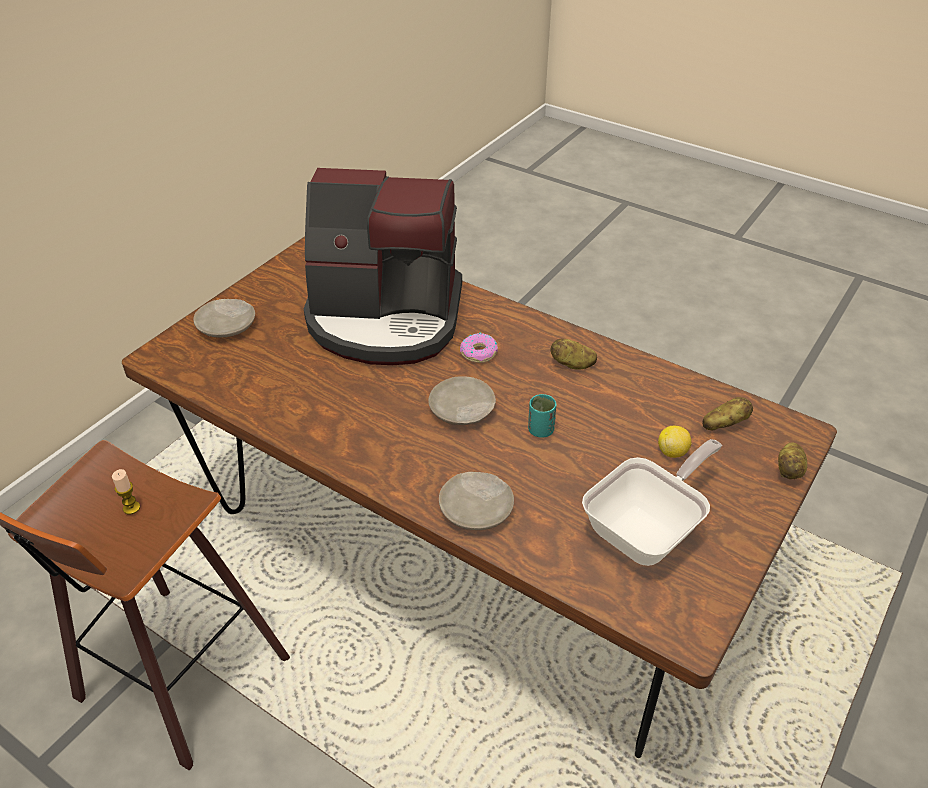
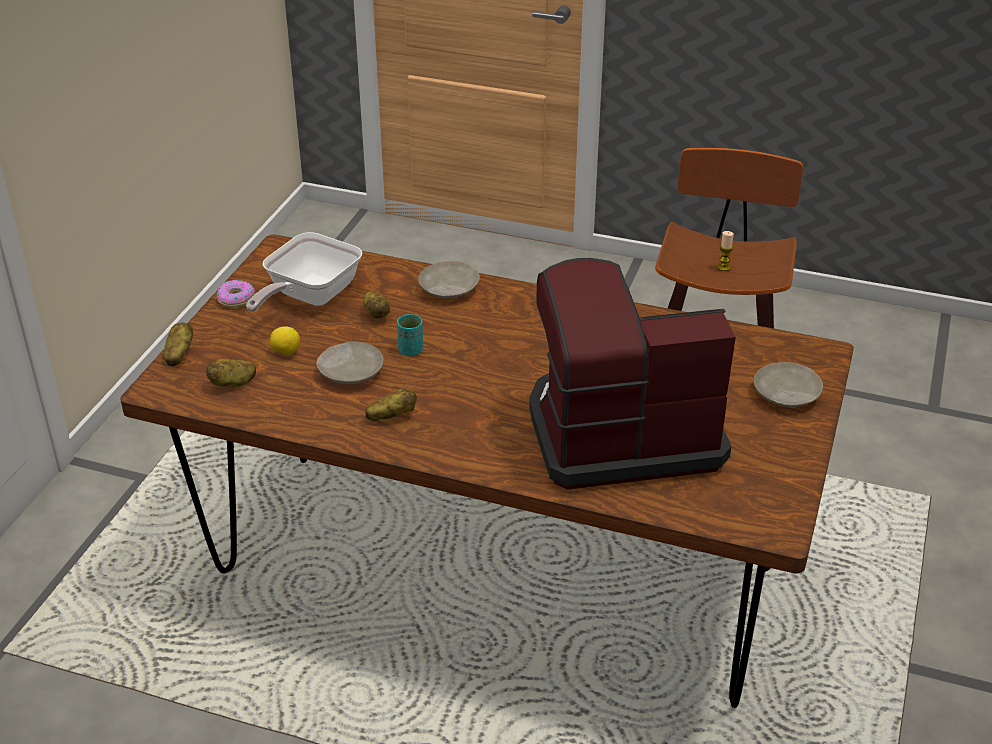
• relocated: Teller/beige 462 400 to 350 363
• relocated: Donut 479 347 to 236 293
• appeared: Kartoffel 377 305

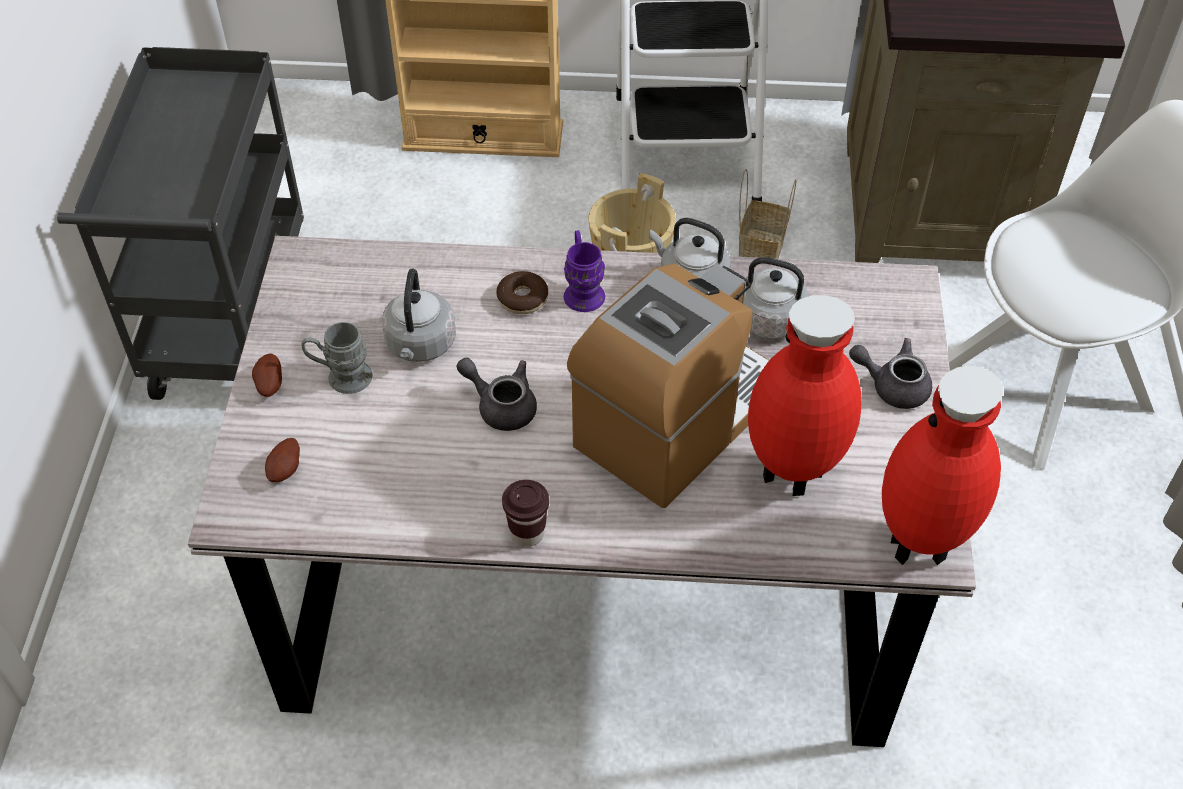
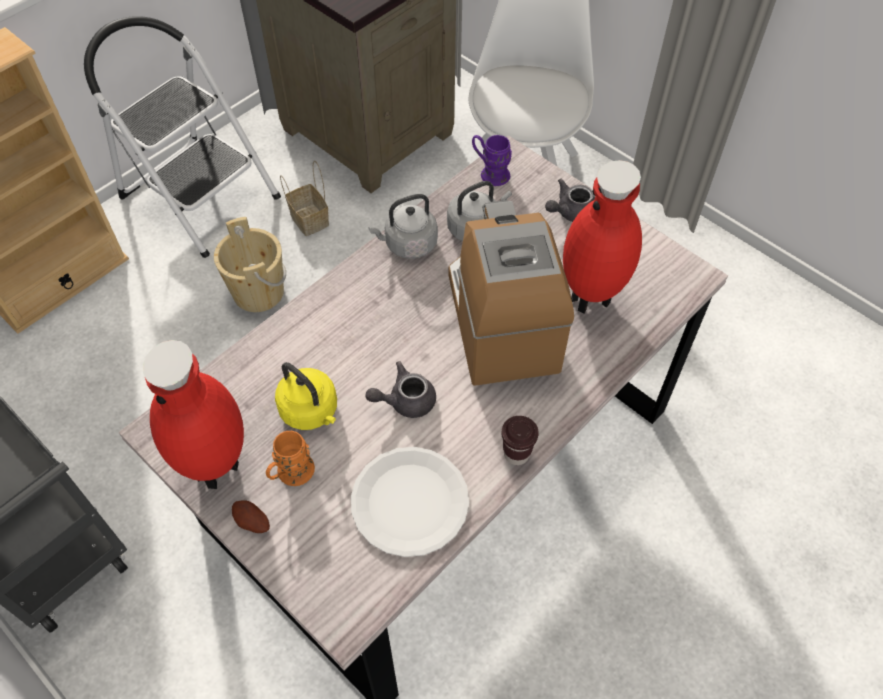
• missing: Kartoffel 282 460
• colour: Henkelbecher/grau 337 358 to Henkelbecher/orange 290 458
• colour: Wasserkessel/grau 419 315 to Wasserkessel/gelb 306 396
• missing: Donut 522 292
• relocated: Henkelbecher/lila 584 271 to 492 160
• relocated: Vase/rot 942 465 to 193 414
• appeared: Teller/weiß 410 502

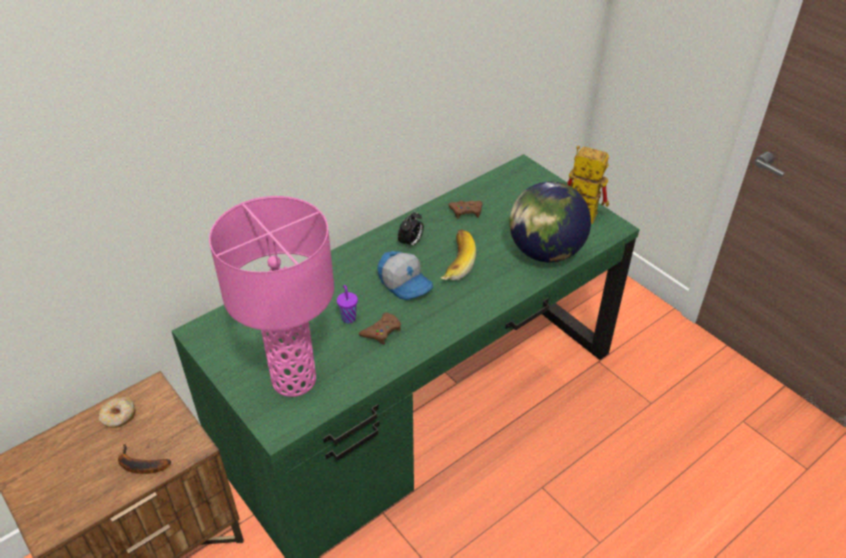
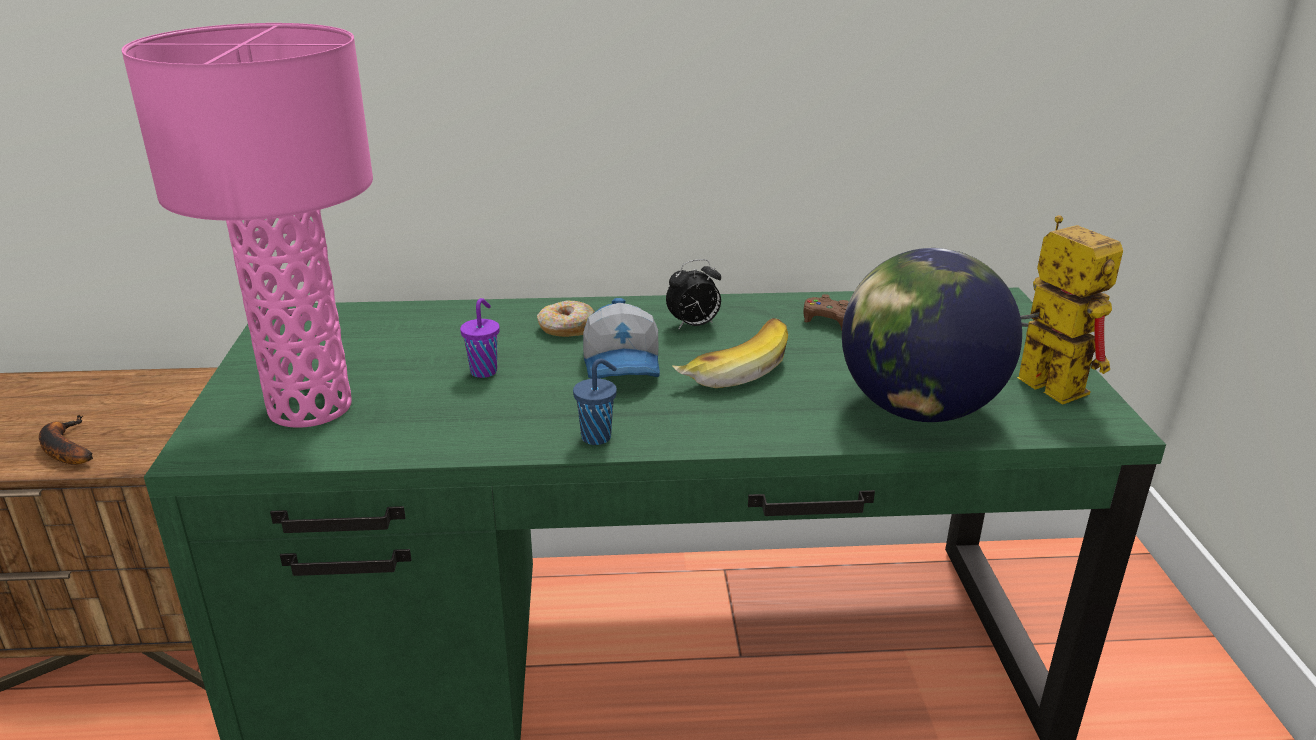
• relocated: Donut 117 412 to 566 319
• missing: Gamepad/braun 380 329
• appeared: Tasse/blau 595 402

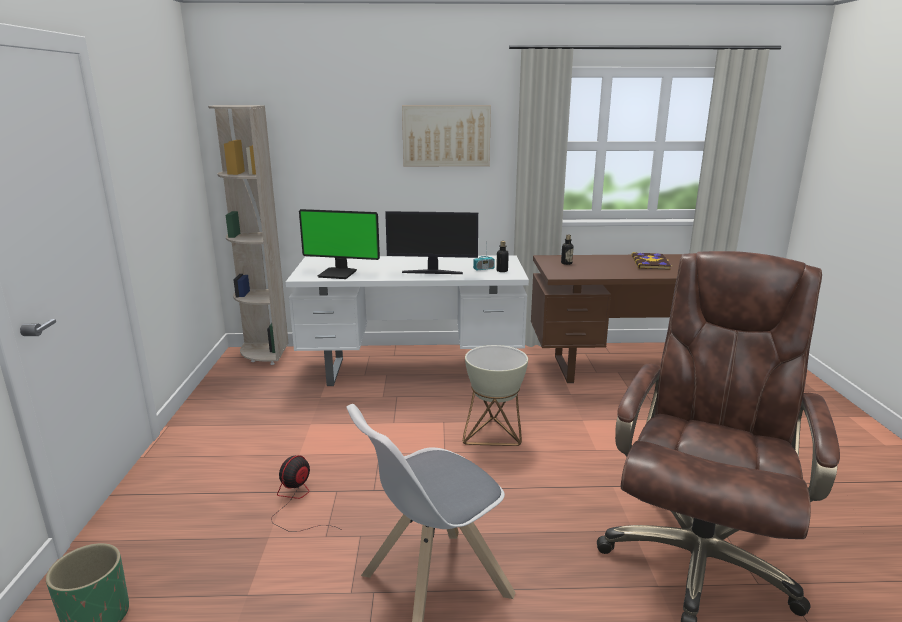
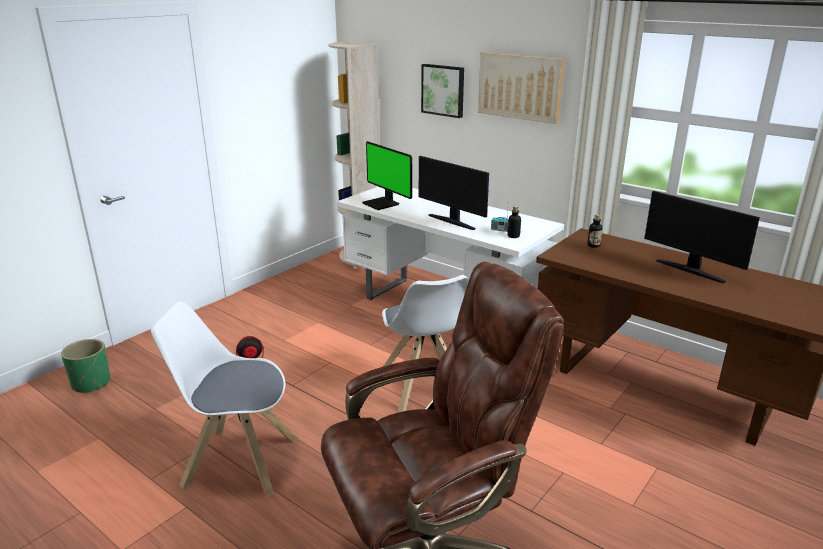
• exchanged: Pflanzkübel 495 395 to Stuhl 425 343
• exchanged: Buch 652 261 to Monitor 702 237
• appeared: Bild 442 91

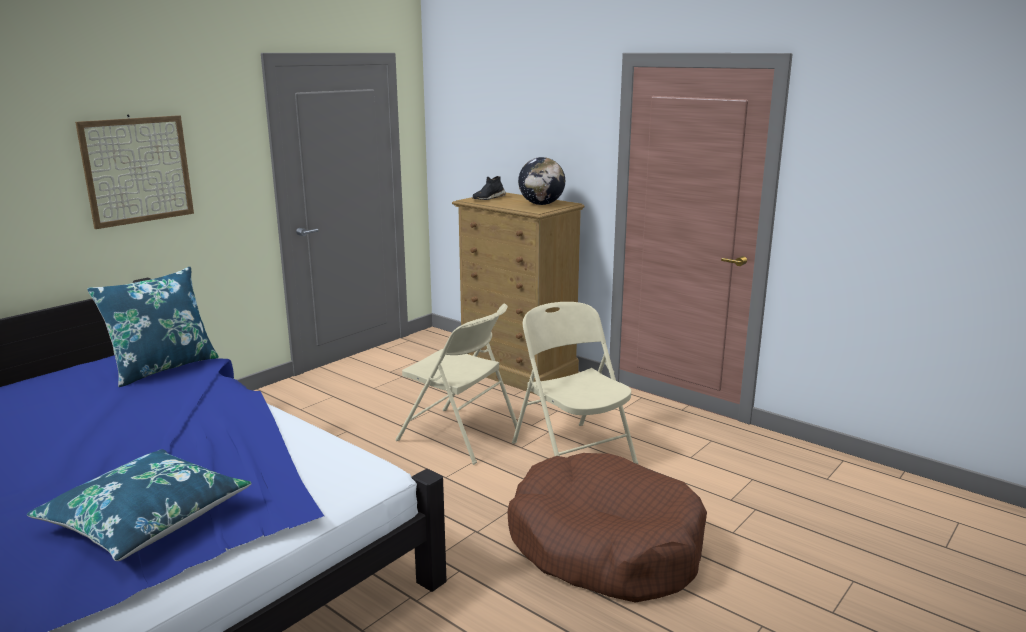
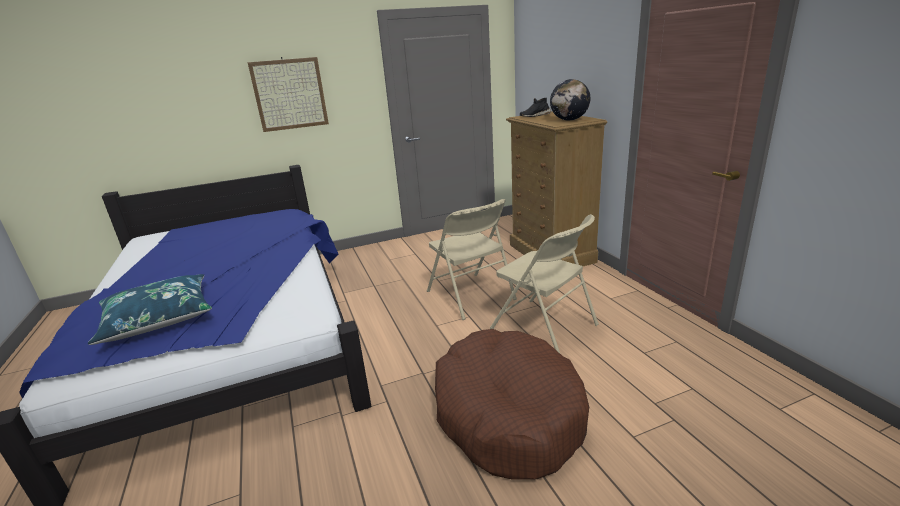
• missing: Kissen/blau 153 327
• spun: Stuhl/beige 575 383 = 544 283 135 degrees clockwise

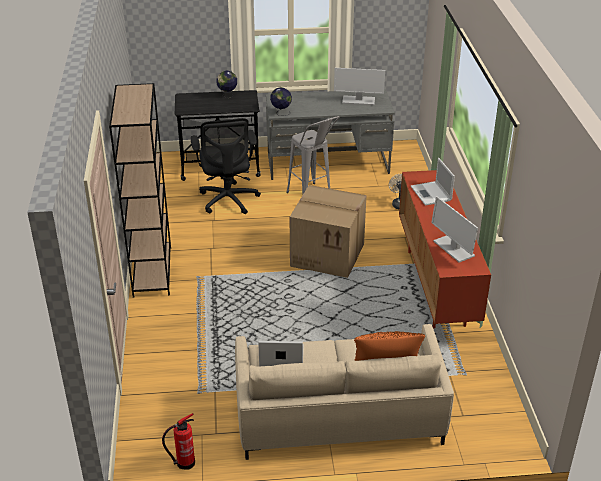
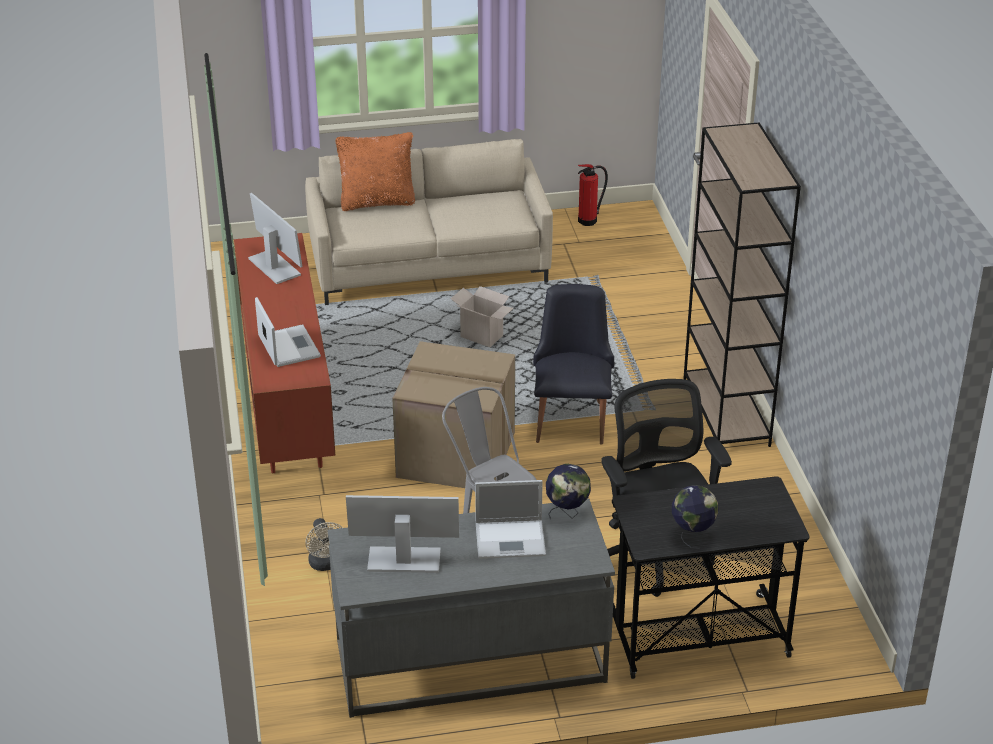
• relocated: Laptop 280 353 to 510 519
• appeared: Karton 482 316
• appeared: Stuhl/schwarz 573 364

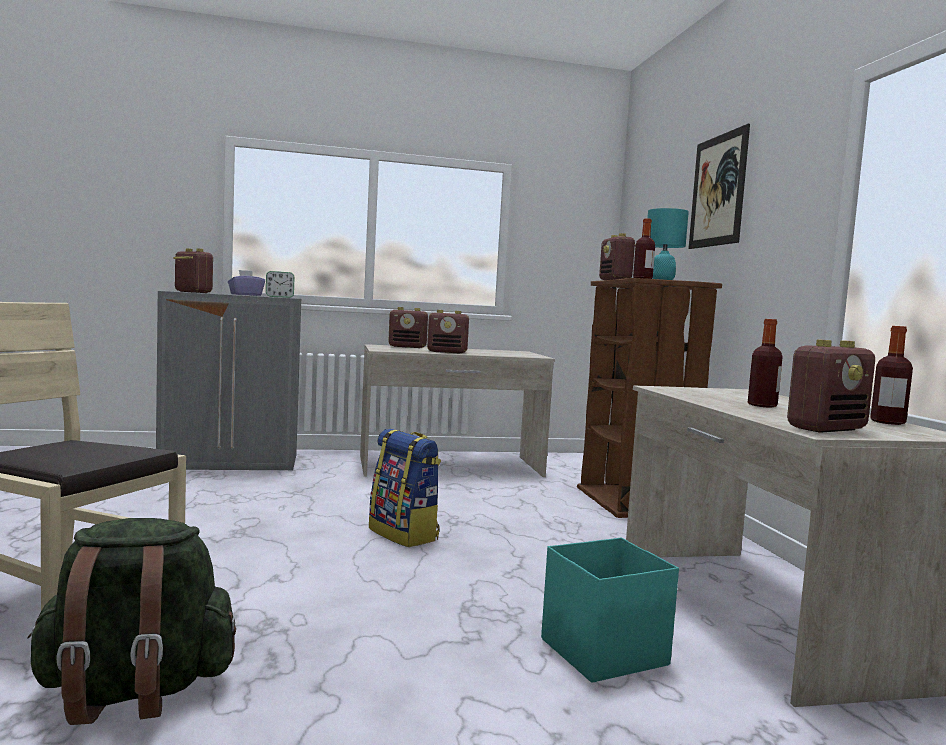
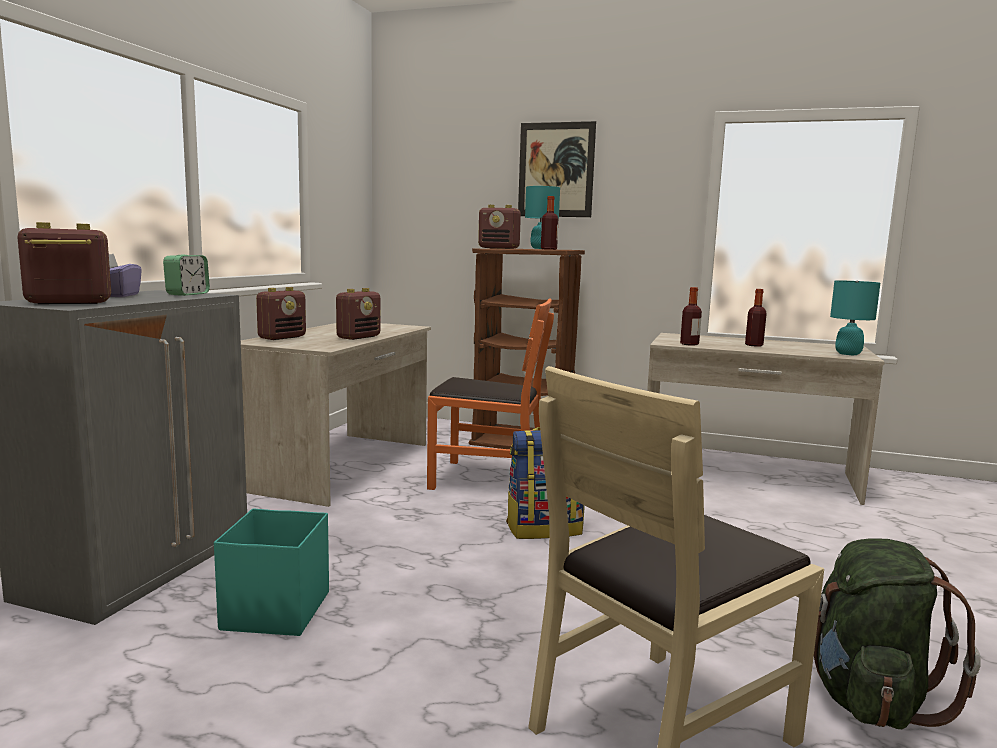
• relocated: Aufbewahrungsbox/türkis 610 610 to 271 572
• exchanged: Radio 831 386 to Tischlampe/türkis 855 317
• relocated: Flasche 891 375 to 691 316
• appeared: Stuhl/orange 490 394

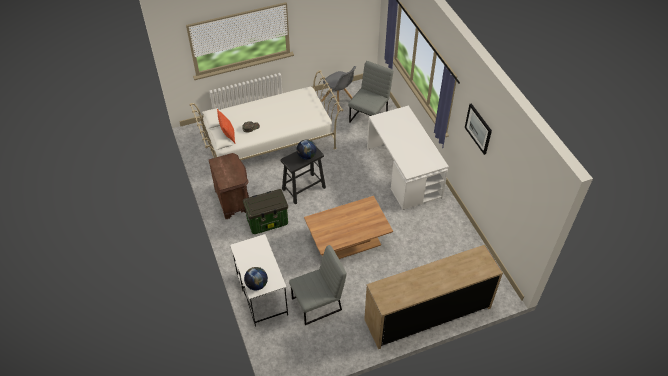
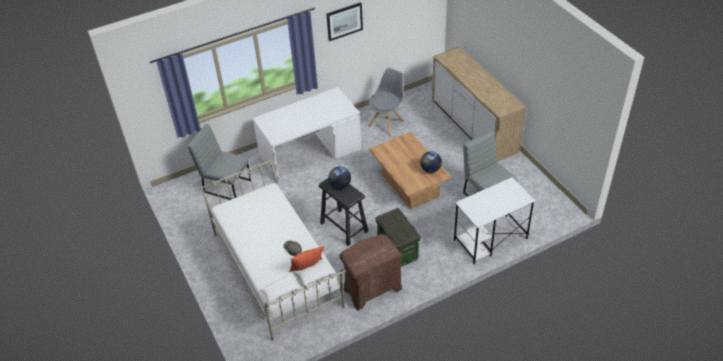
• relocated: Globus 256 278 to 431 162
• relocated: Stuhl/grau 338 89 to 386 102

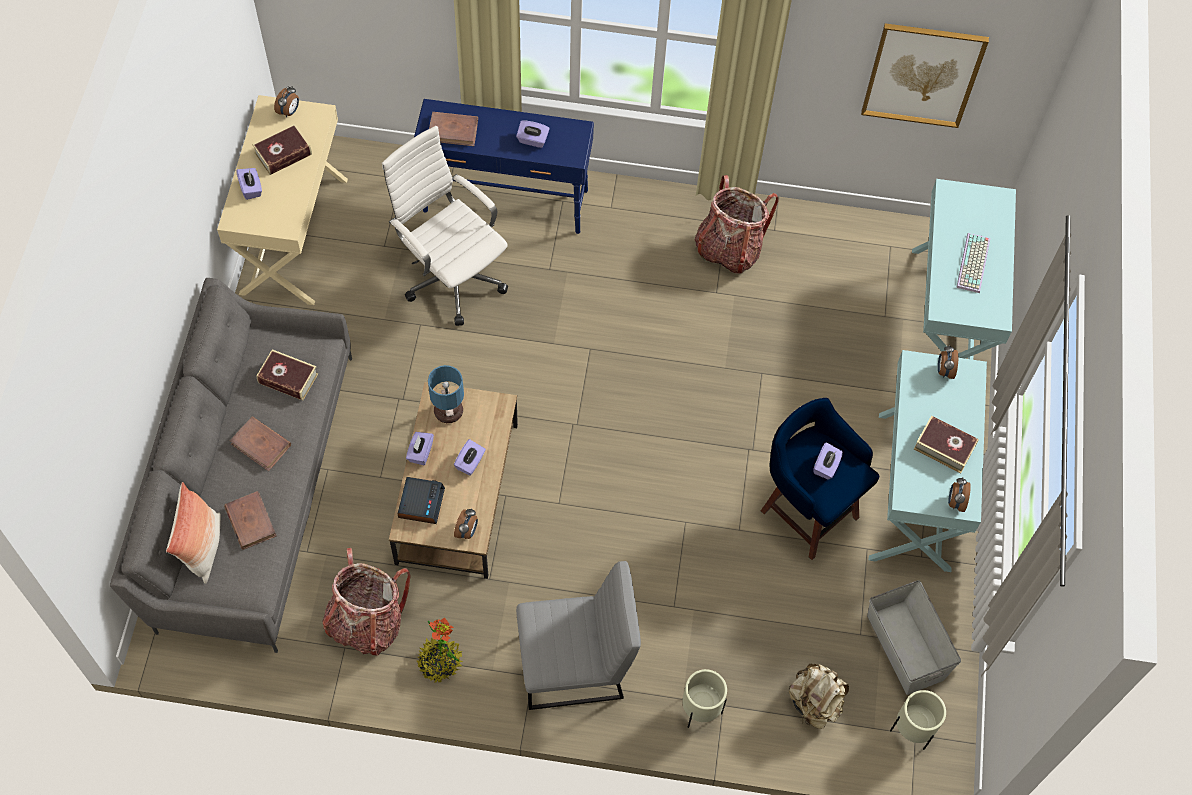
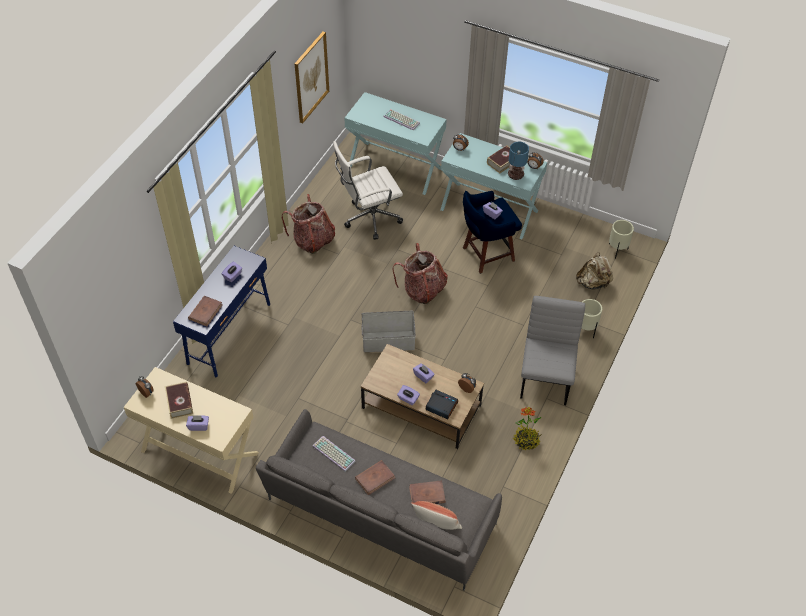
• exchanged: Buch 287 374 to Tastatur 334 454
• relocated: Rucksack 367 601 to 420 273
• relocated: Bürostuhl/weiß 445 226 to 368 190
• relocated: Tischlampe 446 394 to 518 161
• relocated: Aufbewahrungsbox/grau 914 637 to 388 331

